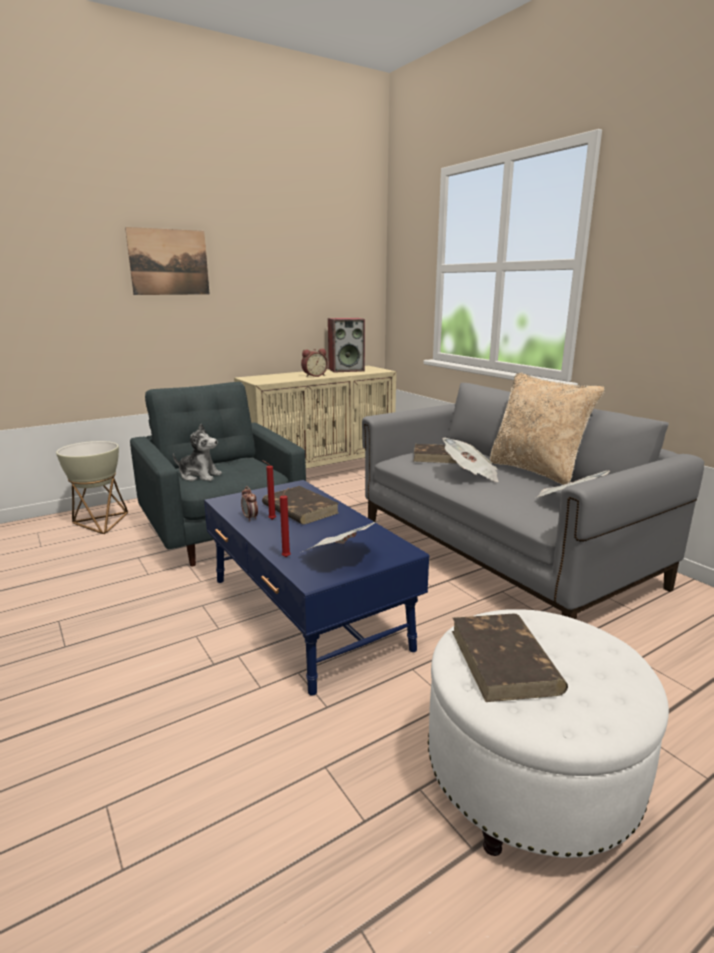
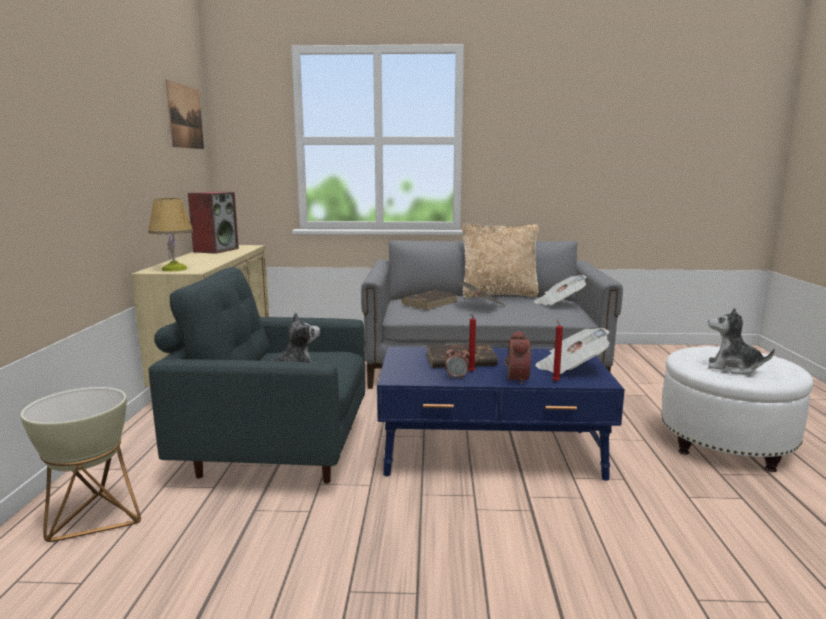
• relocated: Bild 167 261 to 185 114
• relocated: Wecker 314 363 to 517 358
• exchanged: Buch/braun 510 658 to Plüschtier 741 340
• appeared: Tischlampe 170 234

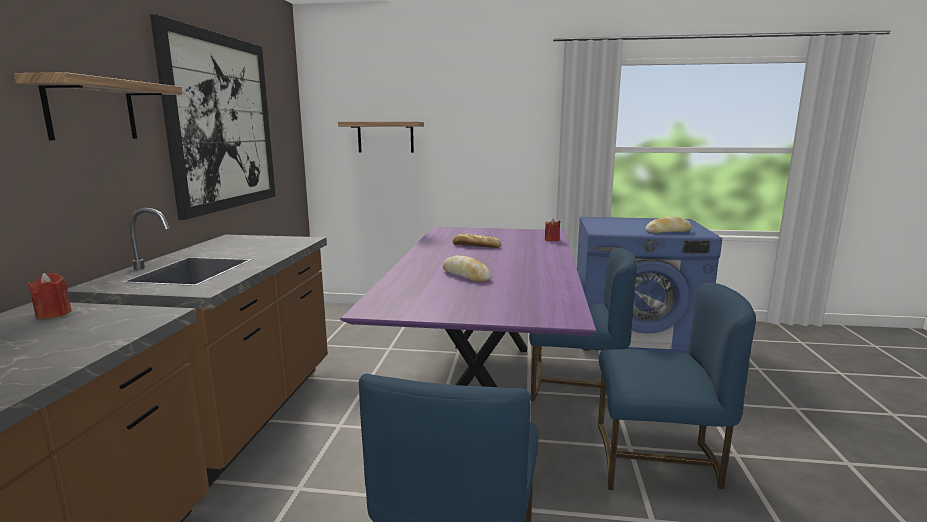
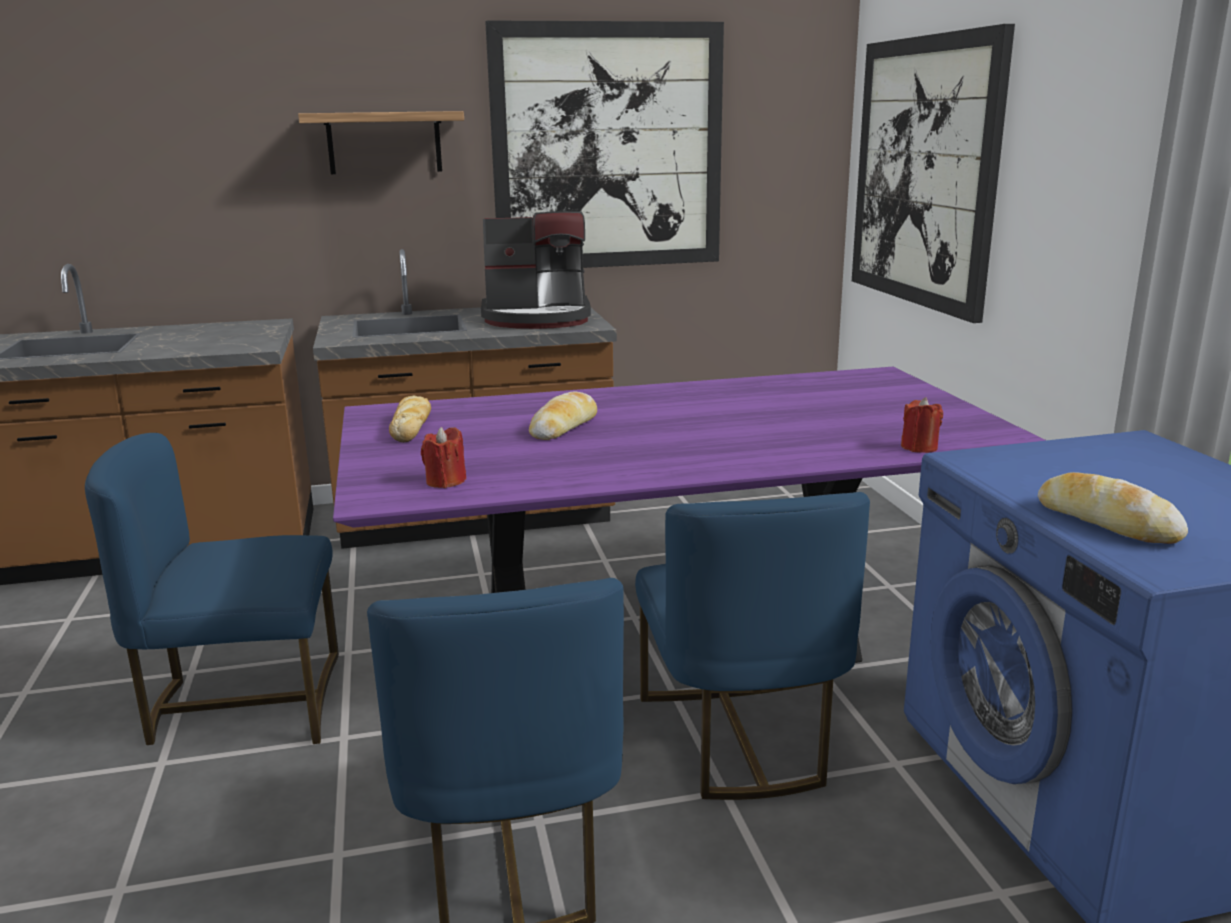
• relocated: Kerze/rot 49 296 to 443 457
• exchanged: Wandregal 381 137 to Bild 933 173
• relocated: Brot 477 241 to 410 418
• appeared: Kaffeemaschine 536 270

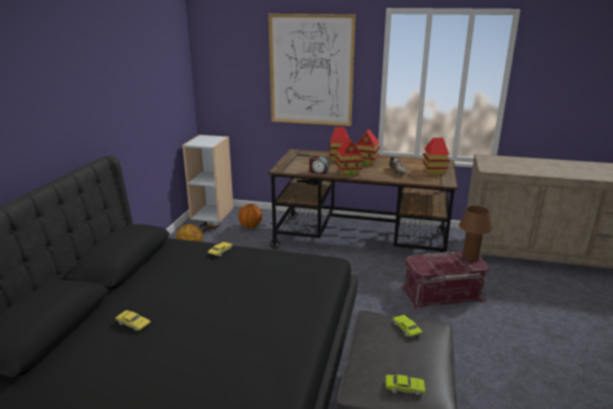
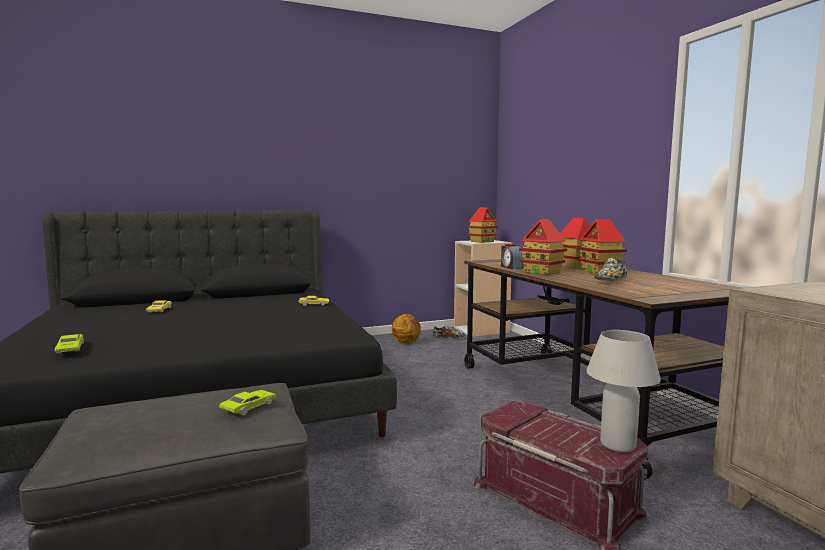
• missing: Basketball 250 216
• missing: Bild 311 70
• relocated: Spielzeugauto/grün 405 385 to 69 344
• relocated: Spielzeughaus 436 156 to 482 225
• colour: Tischlampe/braun 475 233 to Tischlampe/weiß 623 391

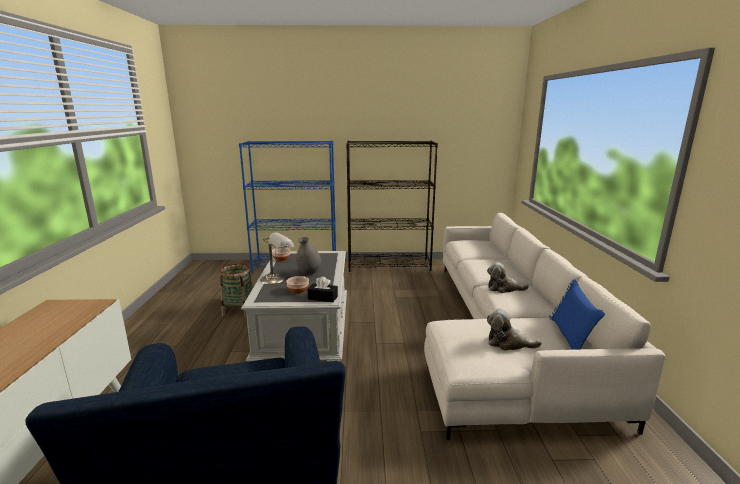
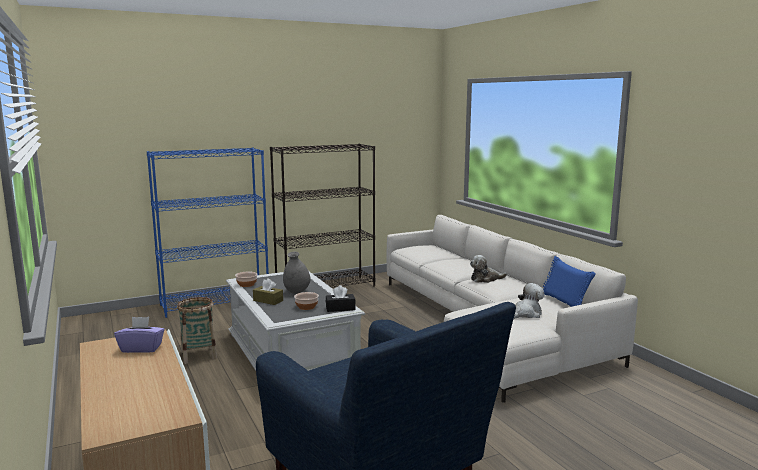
• exchanged: Tischlampe/weiß 277 258 to Taschentuchbox/braun 268 291
• spun: Plüschtier 514 329 = 529 301 150 degrees clockwise
• appeared: Taschentuchbox/lila 139 335

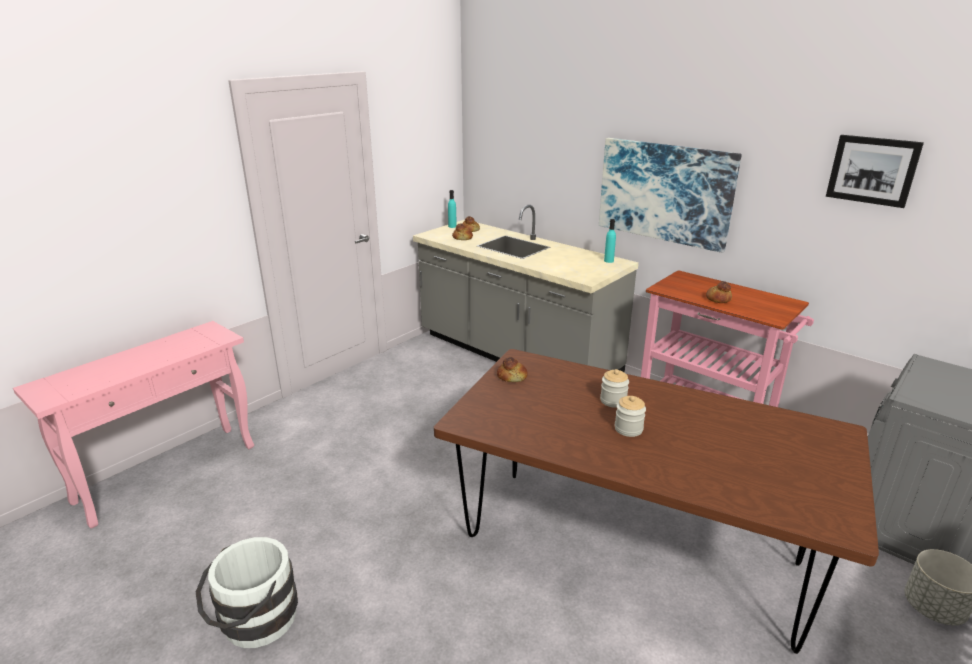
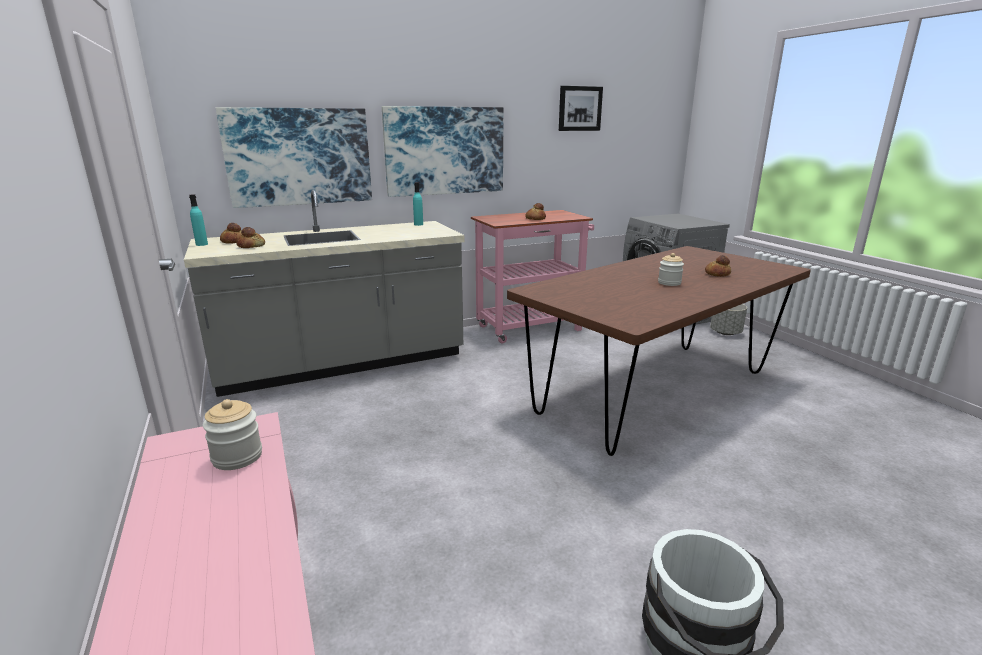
• relocated: Brot 512 369 to 718 266
• relocated: Vorratsglas 614 388 to 232 434
• appeared: Bild 294 157

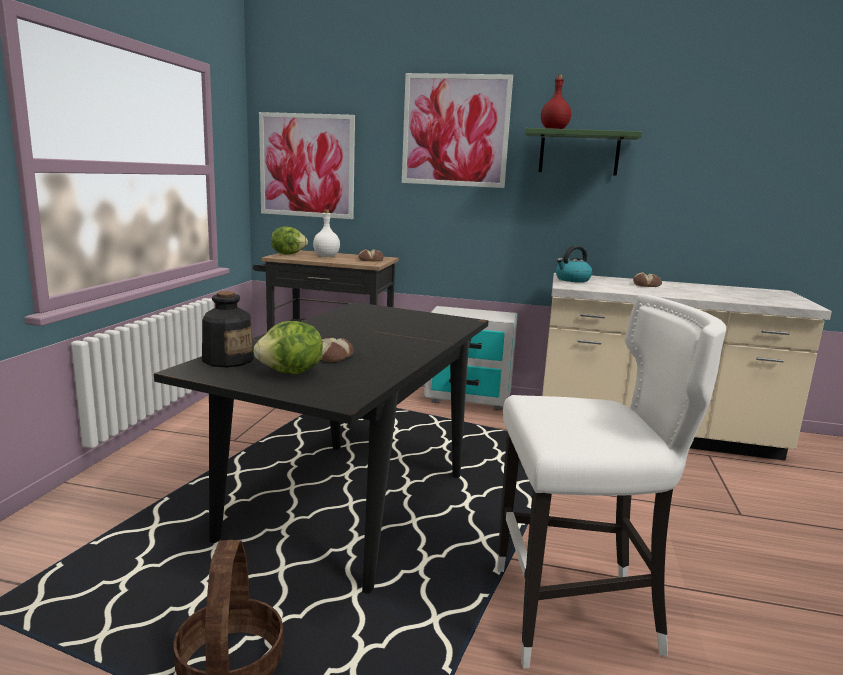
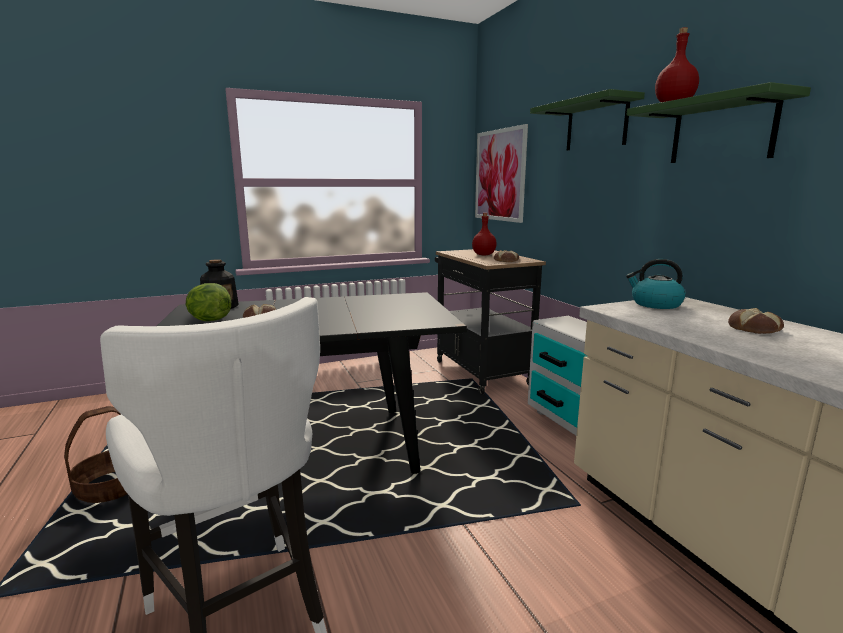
• missing: Salatkopf 289 240
• colour: Flasche/weiß 326 233 to Flasche/rot 484 234
• exchanged: Bild 457 130 to Wandregal/grün 587 120

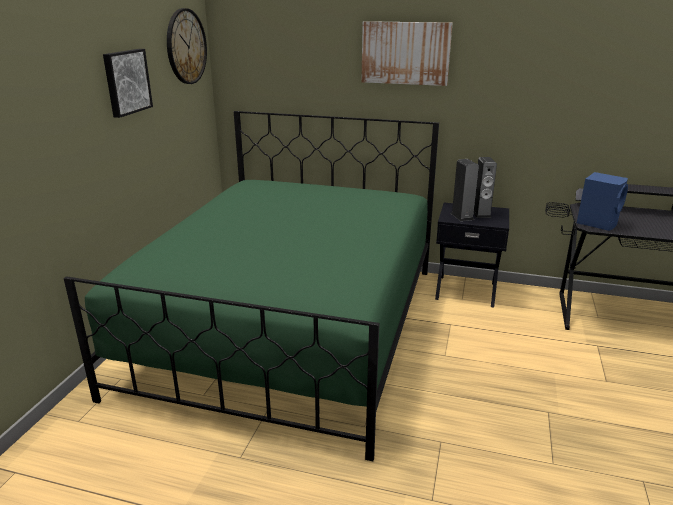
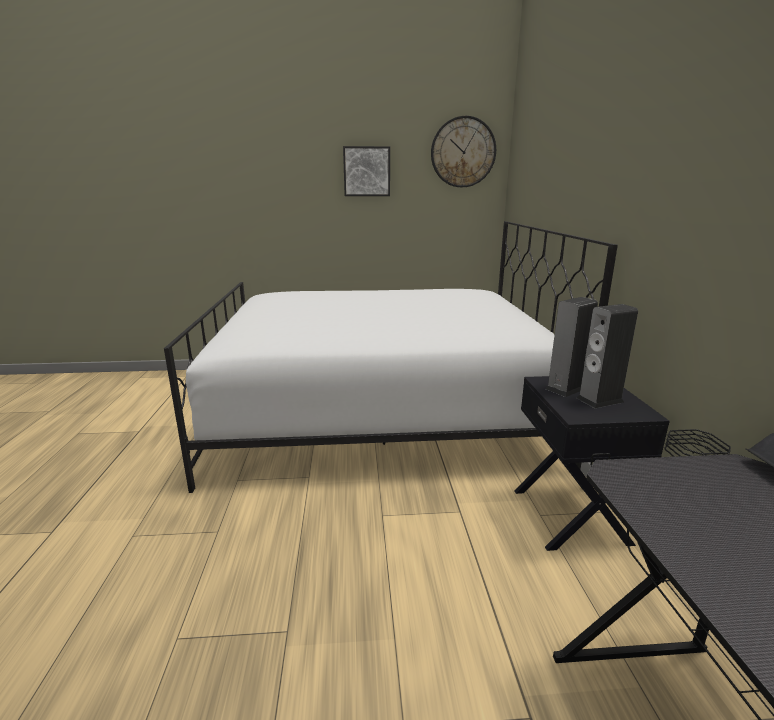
• colour: Bett/grün 251 286 to Bett/weiß 391 357
• missing: Bild 406 53
• missing: Lautsprecher/blau 602 201

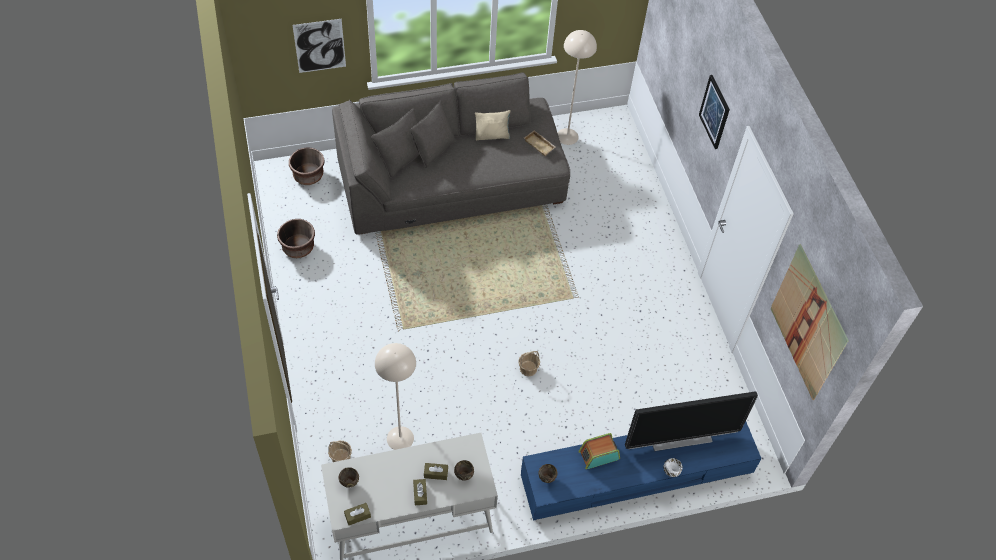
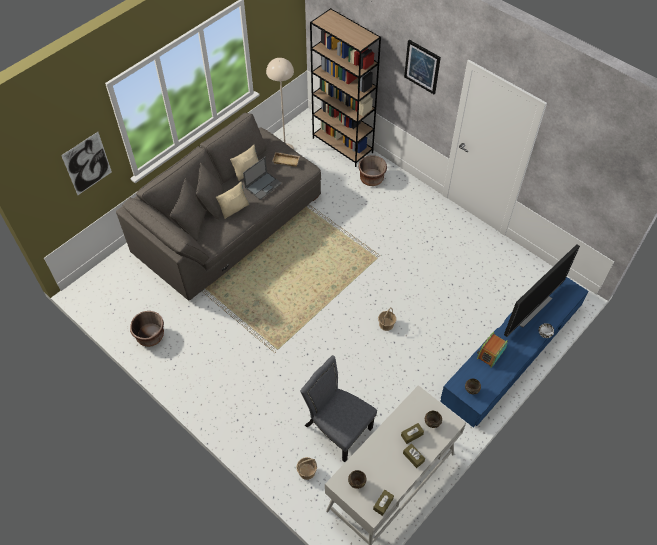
• relocated: Pflanzkübel/braun 307 166 to 372 170
• exchanged: Stehlampe/beige 395 396 to Stuhl/grau 338 408
• missing: Bild 809 322
• appeared: Kissen/beige 233 200
• appeared: Laptop 262 178
• appeared: Bücherregal/beige 345 87

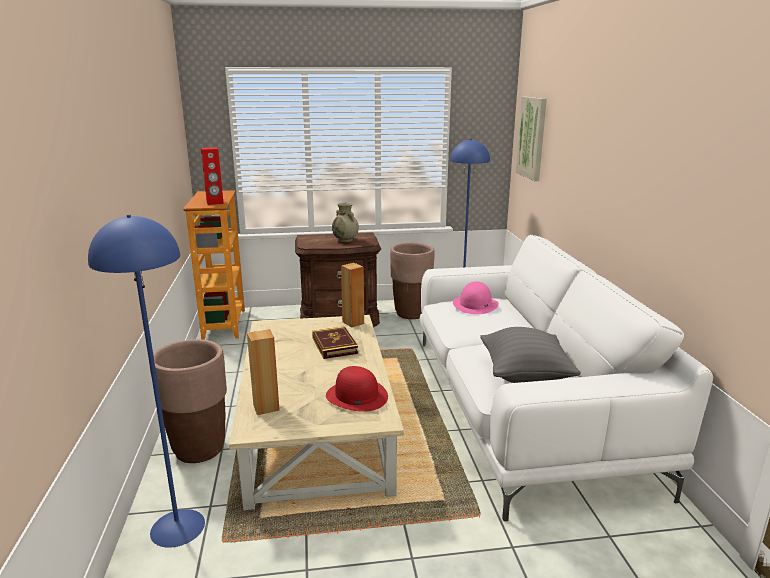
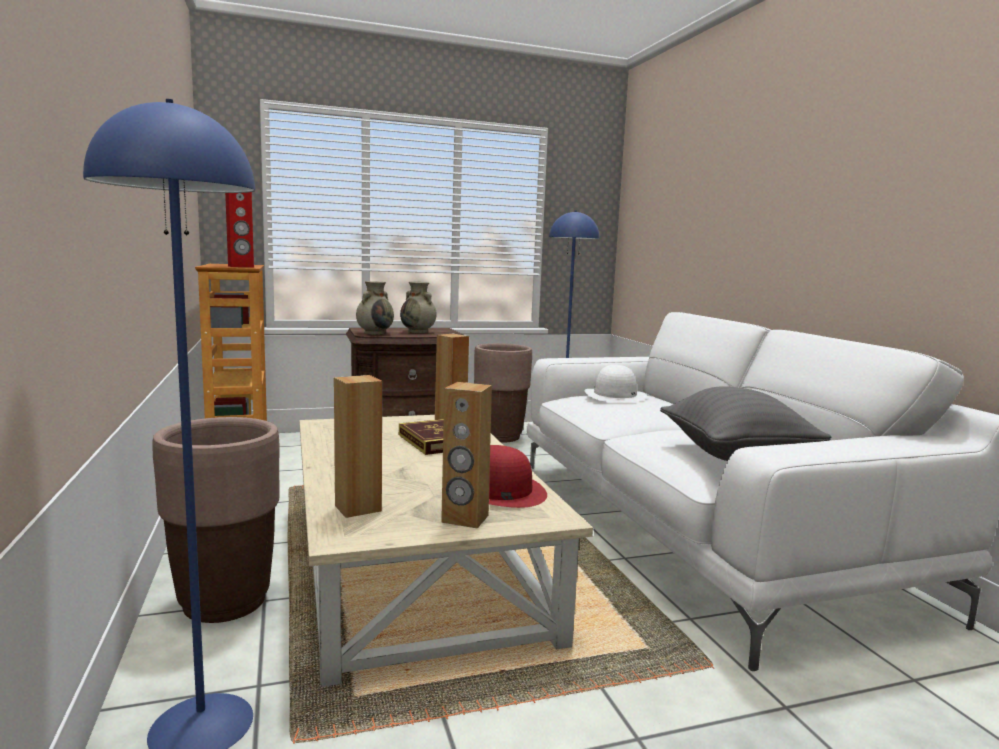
• colour: Hut/rosa 476 298 to Hut/weiß 615 384
• missing: Bild 531 139
• appeared: Vase/beige 375 308
• appeared: Lautsprecher/braun 466 455

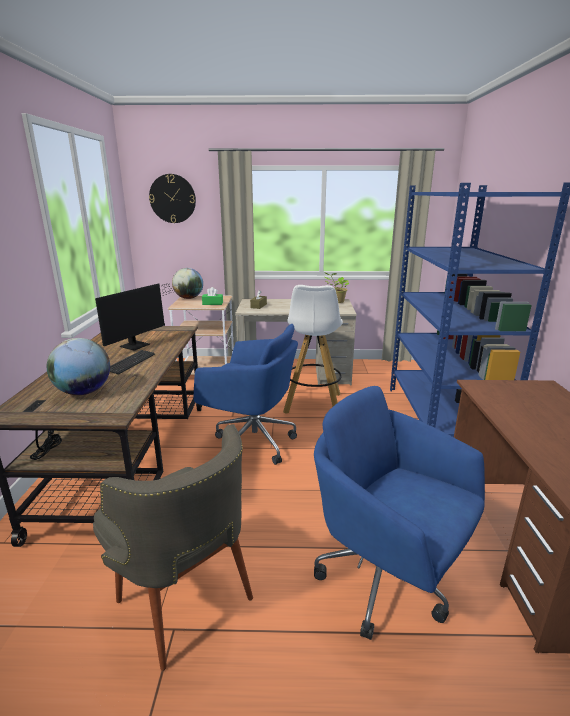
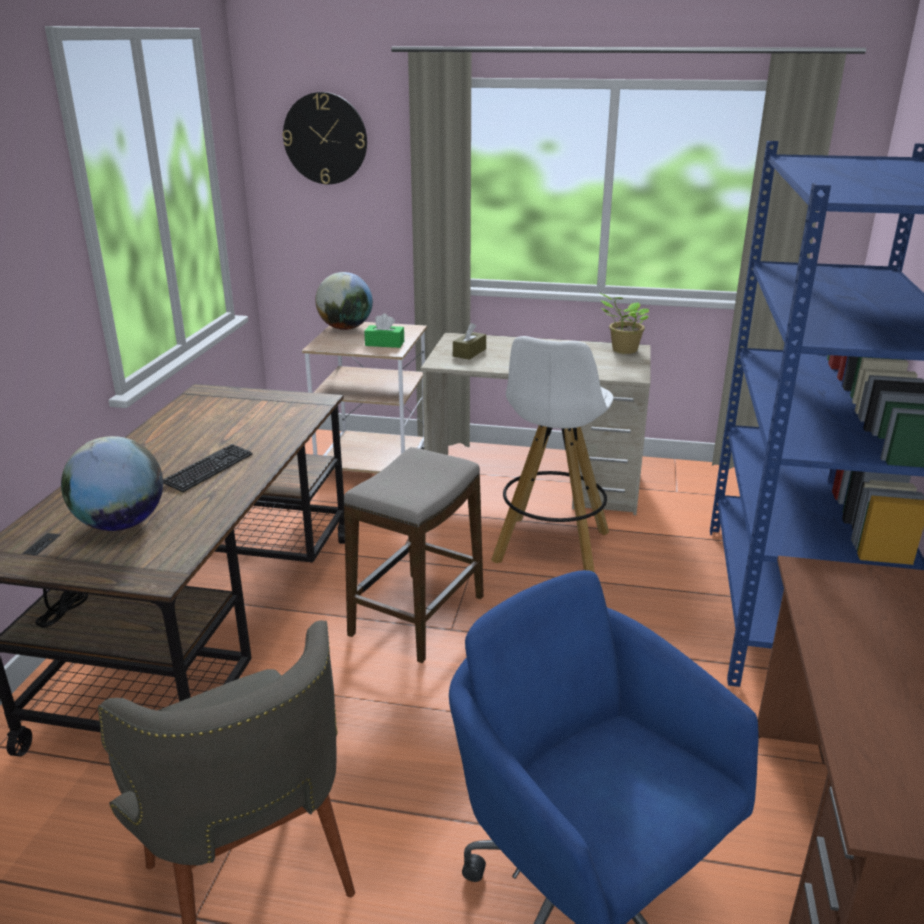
• missing: Monitor 136 316
• exchanged: Bürostuhl/blau 246 394 to Hocker 414 555

